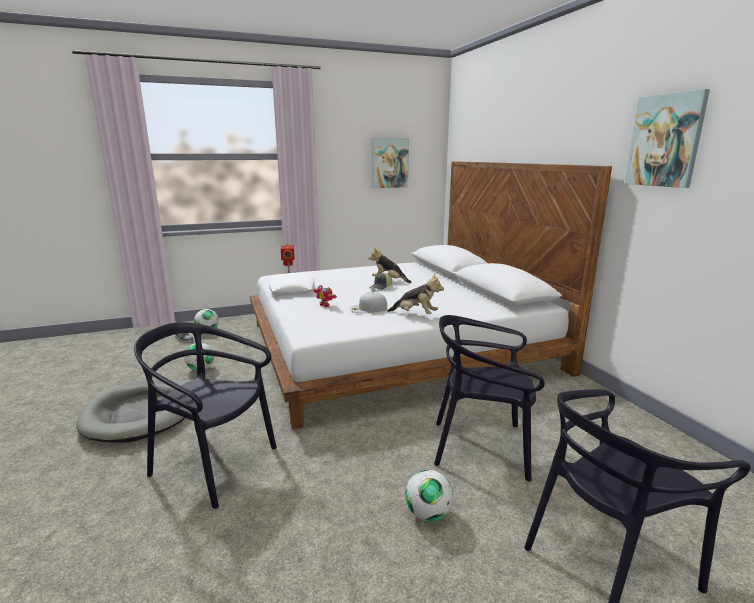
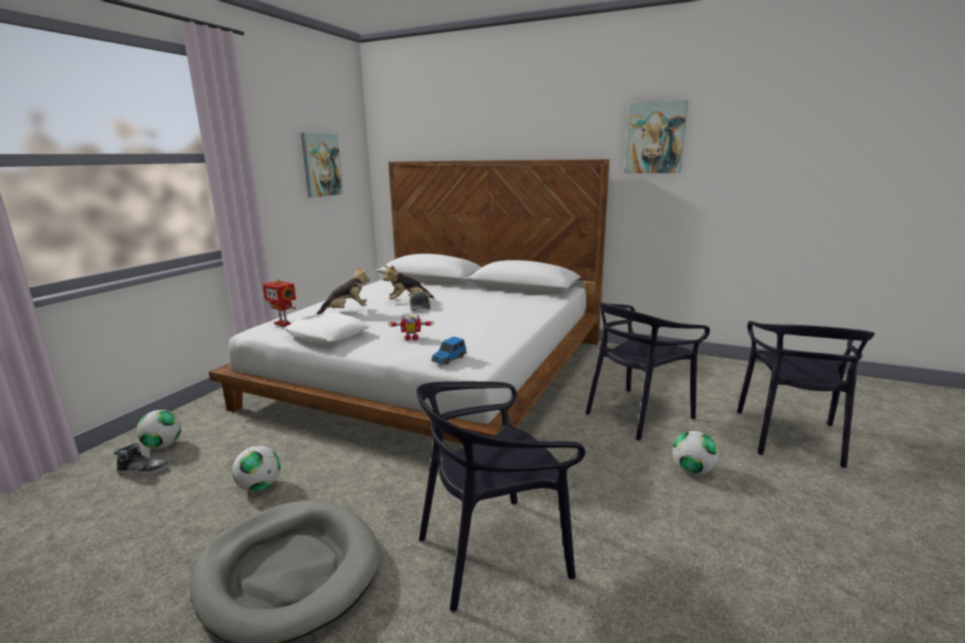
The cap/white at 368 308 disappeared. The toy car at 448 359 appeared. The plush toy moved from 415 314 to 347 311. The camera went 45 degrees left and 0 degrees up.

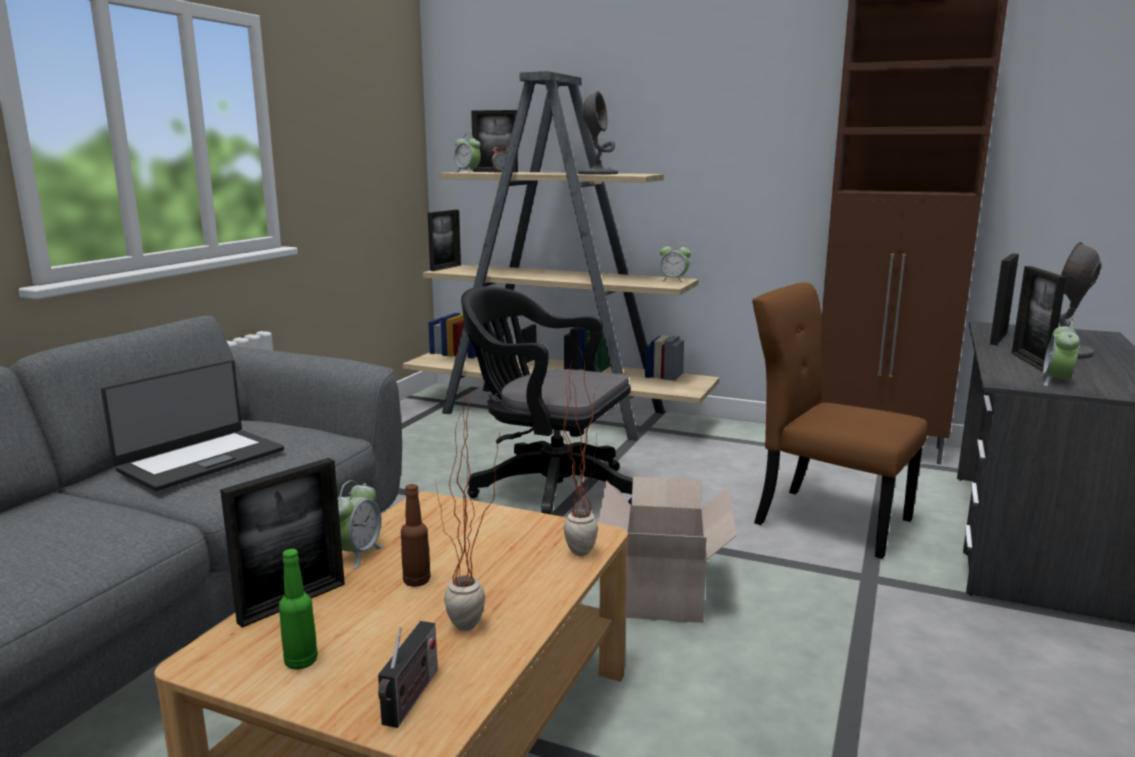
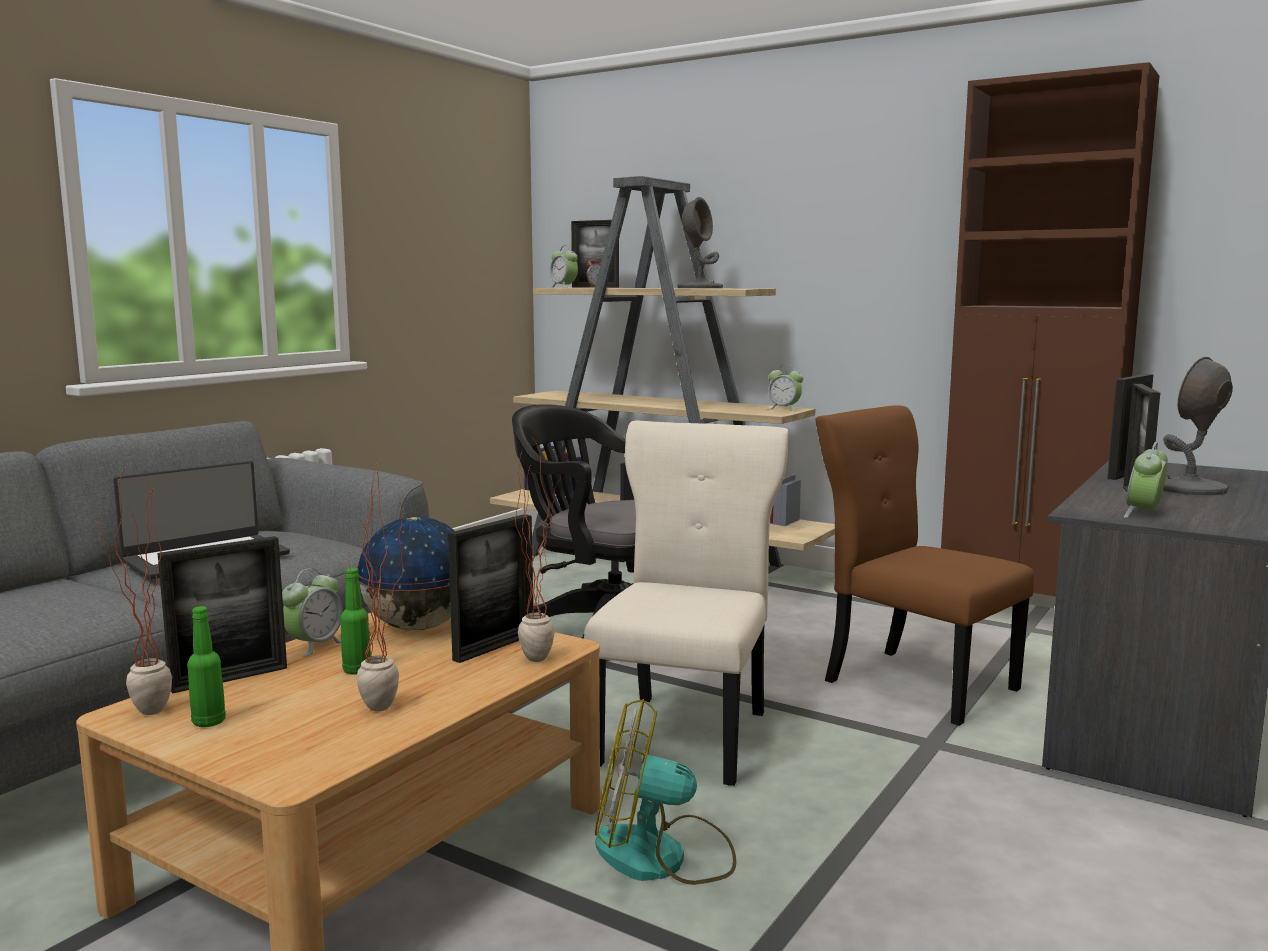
The radio at 410 699 disappeared. The potted plant at 145 717 appeared. The globe at 417 627 appeared. The fan at 662 856 appeared. The picture frame moved from 445 268 to 494 647. The cardboard box at 664 588 was replaced by the chair/beige at 686 734. The bottle/brown at 416 581 became the bottle/green at 357 670. The camera went 10 degrees right and 5 degrees down.

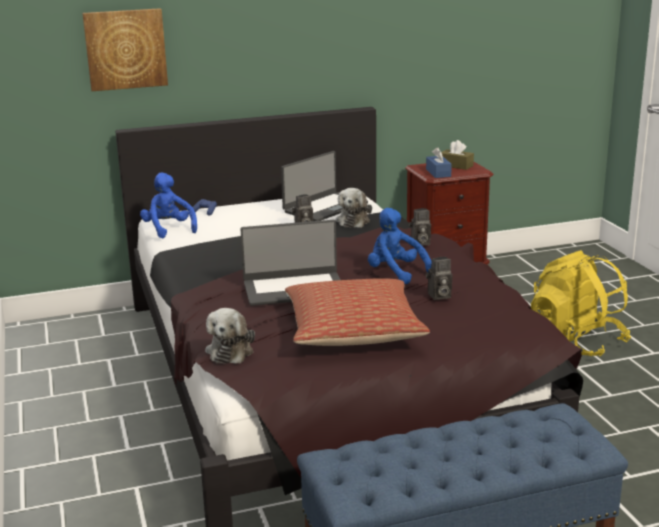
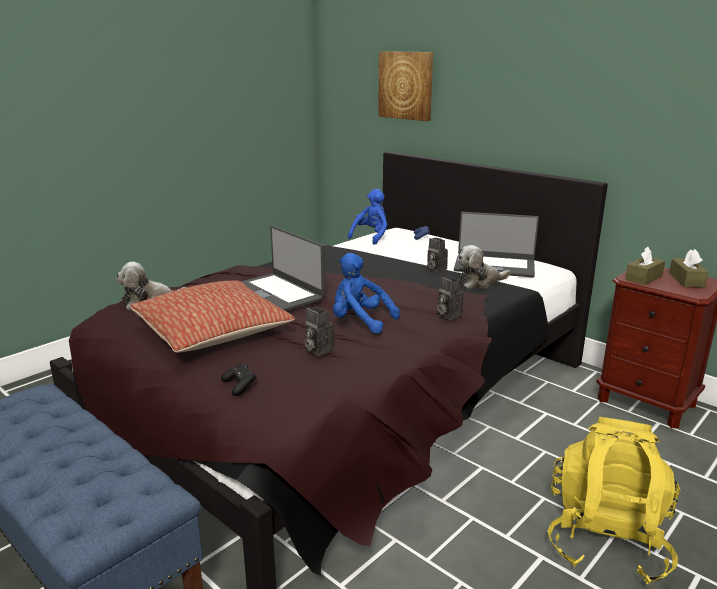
The game controller/black at 240 385 appeared. The tissue box/blue at 438 173 became the tissue box/brown at 643 278. The plush toy/blue at 395 273 turned 75 degrees counterclockwise. The camera went 60 degrees right and 0 degrees up.

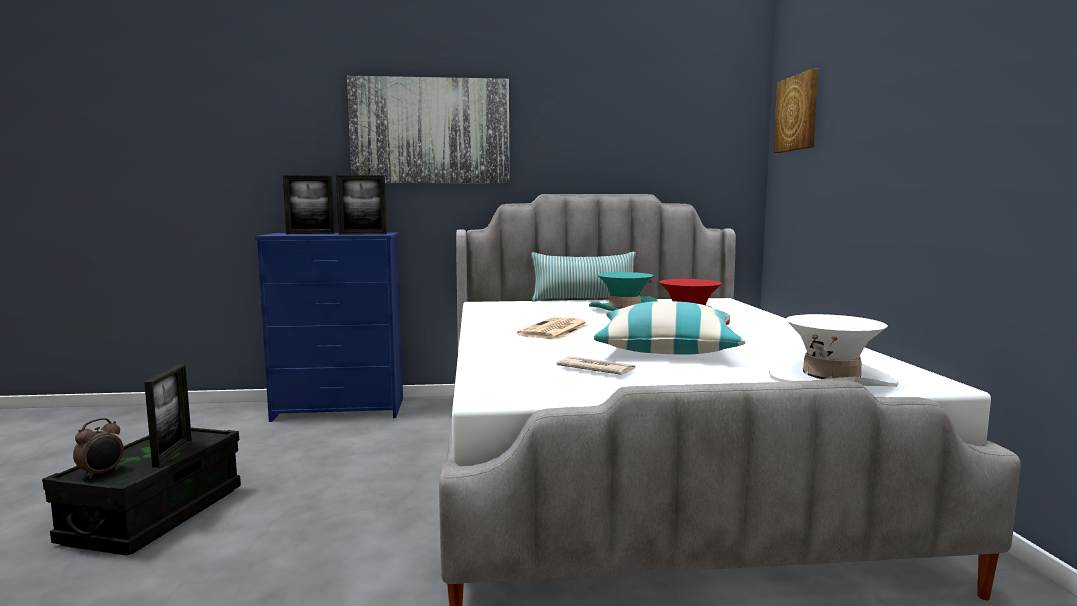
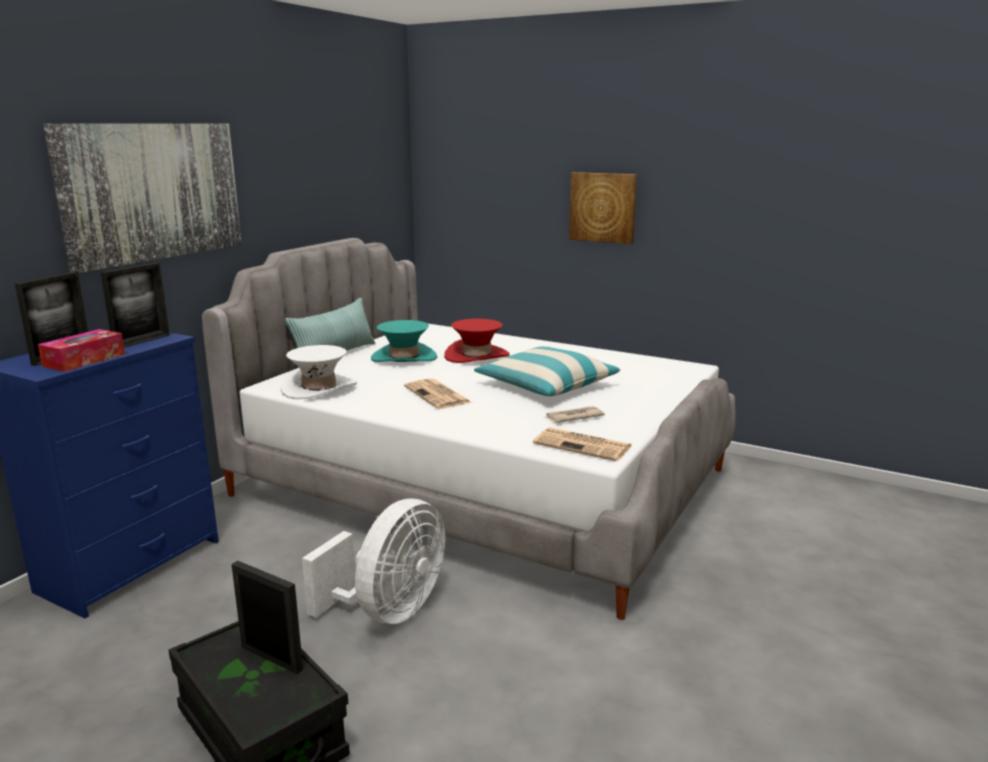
The alarm clock at 102 473 disappeared. The tissue box at 84 360 appeared. The fan/white at 389 611 appeared. The newspaper at 584 445 appeared. The hat/white moved from 831 379 to 319 388. The picture moved from 797 113 to 603 207. The camera went 55 degrees left and 10 degrees up.

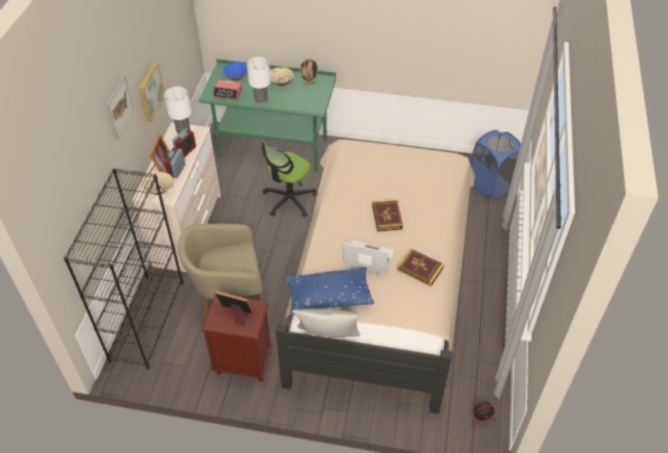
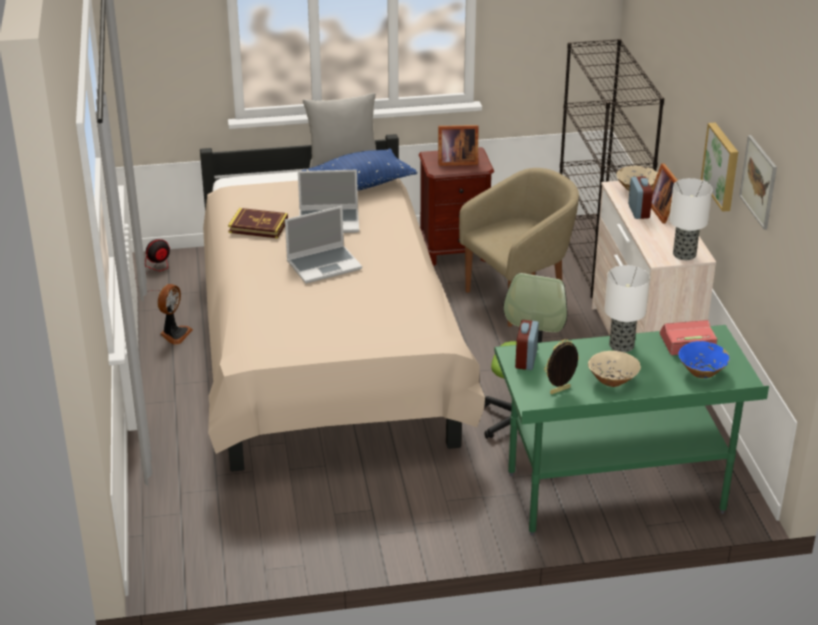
The laundry basket/blue at 491 185 disappeared. The fan at 174 334 appeared. The picture moved from 119 108 to 759 181. The alarm clock moved from 185 151 to 526 360. The book at 387 217 was replaced by the laptop at 324 265. The camera went 160 degrees right and 15 degrees down.

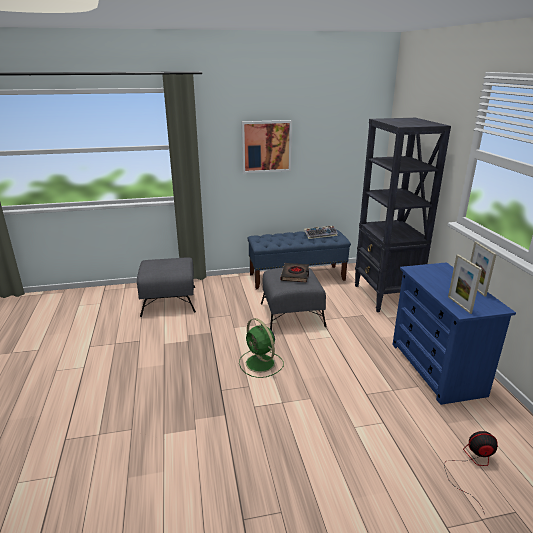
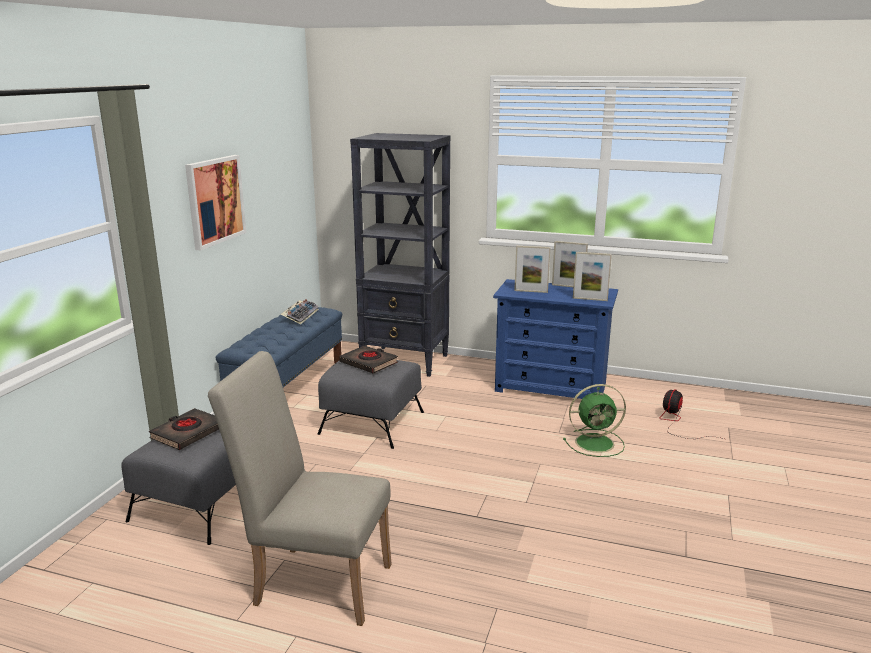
The book/black at 188 433 appeared. The chair/beige at 314 581 appeared. The picture frame at 531 291 appeared. The fan/green moved from 261 364 to 596 443. The camera went 60 degrees left and 5 degrees down.

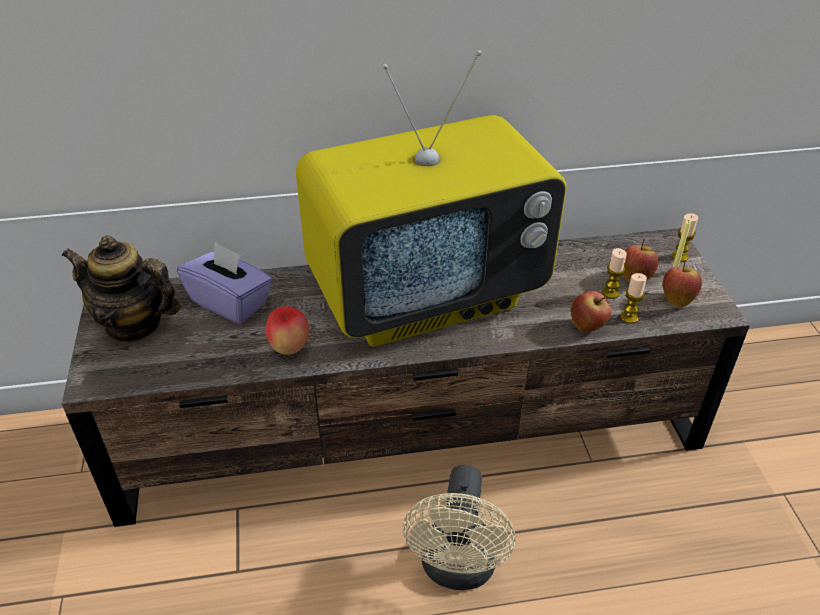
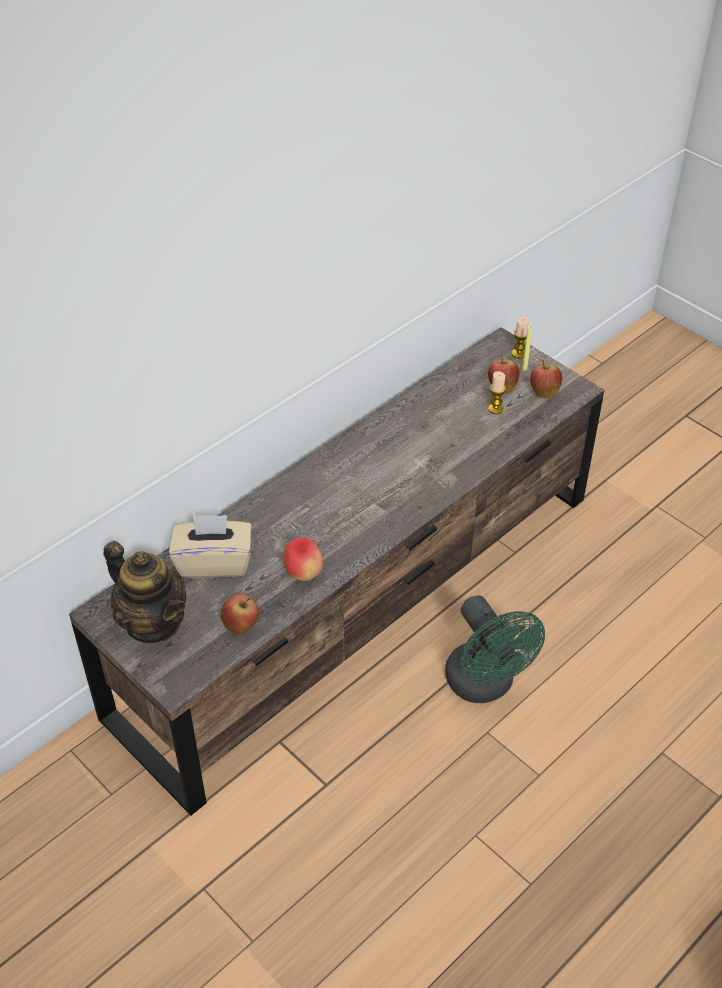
The television at 427 295 disappeared. The candle at 629 317 disappeared. The apple moved from 587 326 to 241 626. The tissue box/purple at 230 302 became the tissue box/beige at 214 562. The fan/beige at 457 569 became the fan/green at 485 685. The teapot at 133 324 turned 120 degrees counterclockwise. The camera went 35 degrees left and 5 degrees up.

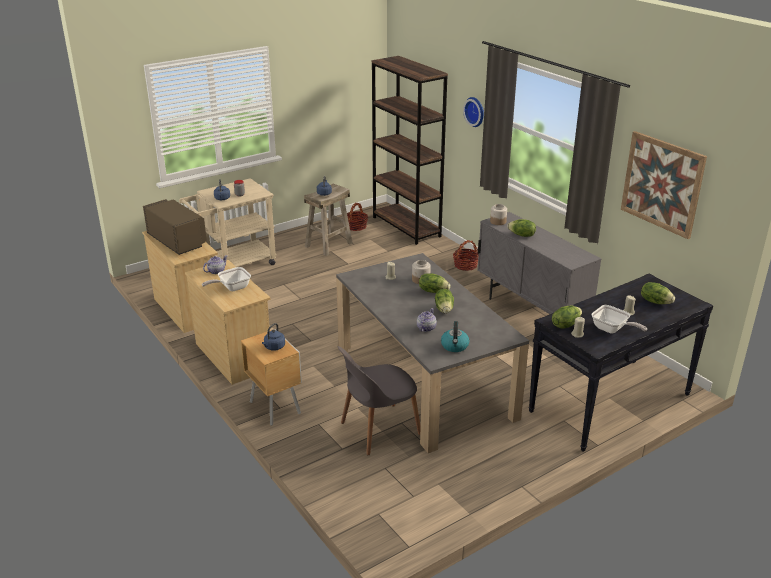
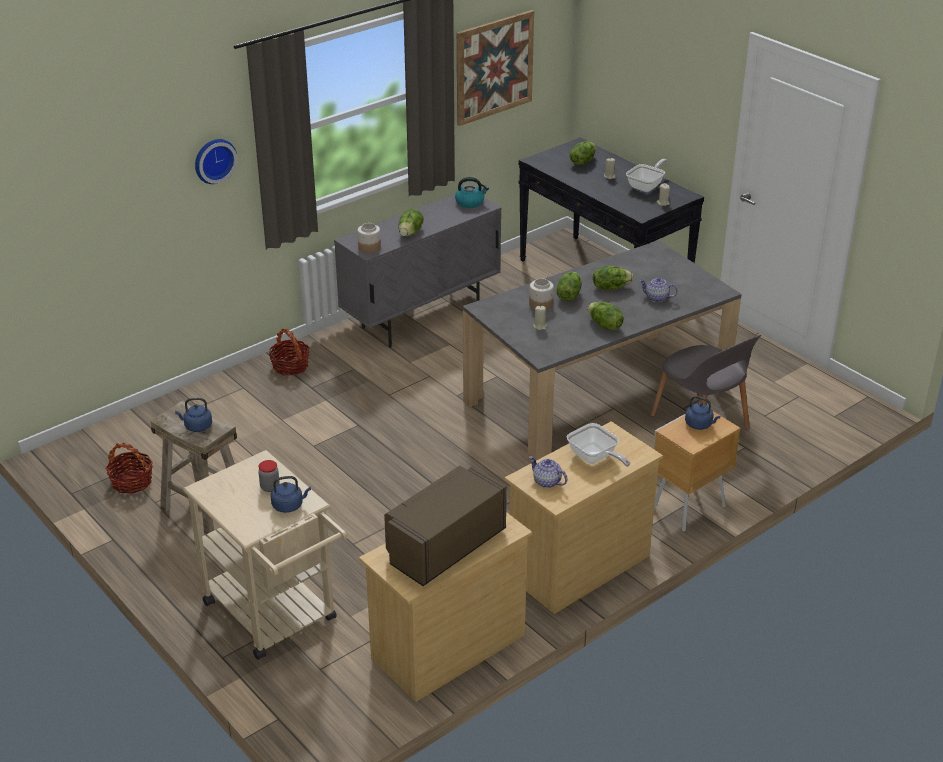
The bookcase/brown at 406 227 disappeared. The kettle moved from 455 346 to 470 202. The lettuce moved from 565 325 to 604 325. The camera went 95 degrees left and 5 degrees up.

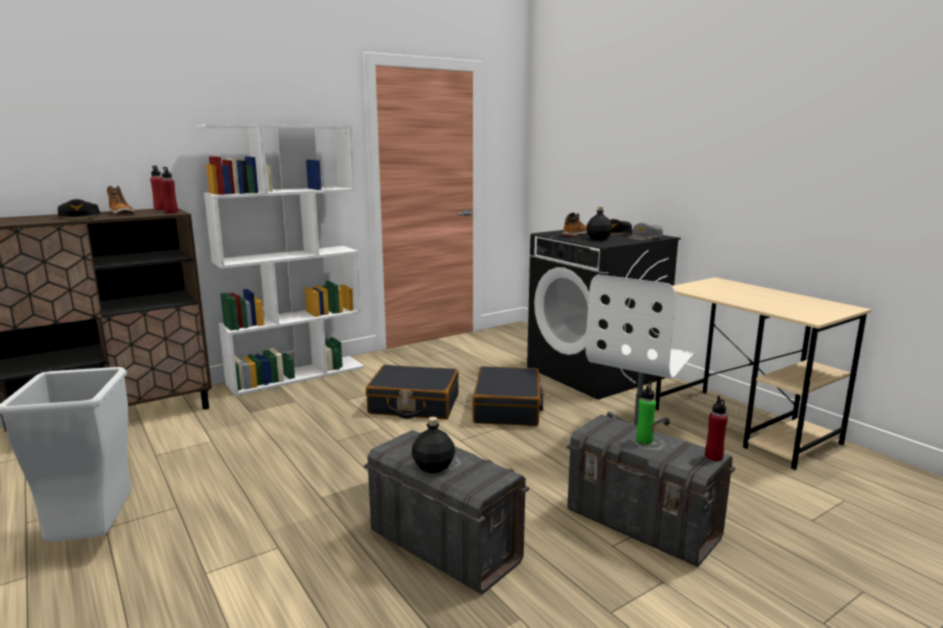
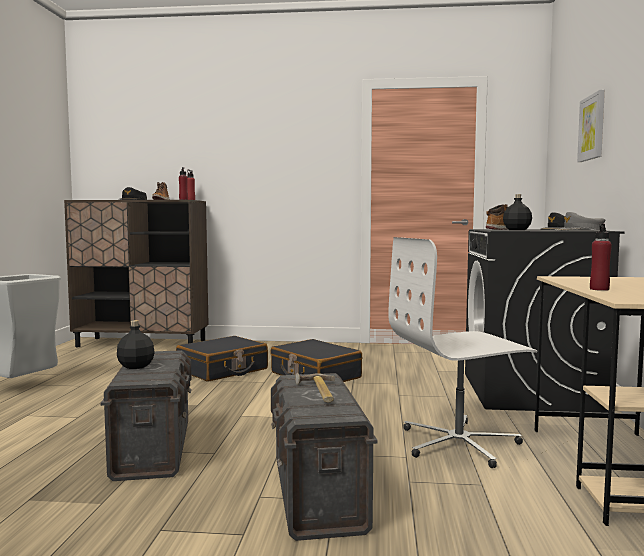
The bookcase/white at 297 375 disappeared. The picture at 592 127 appeared. The suitcase/black moved from 508 408 to 223 370. The bottle/red moved from 713 457 to 599 289. The bottle/green at 644 440 was replaced by the hammer at 318 392. The camera went 40 degrees right and 10 degrees down.

